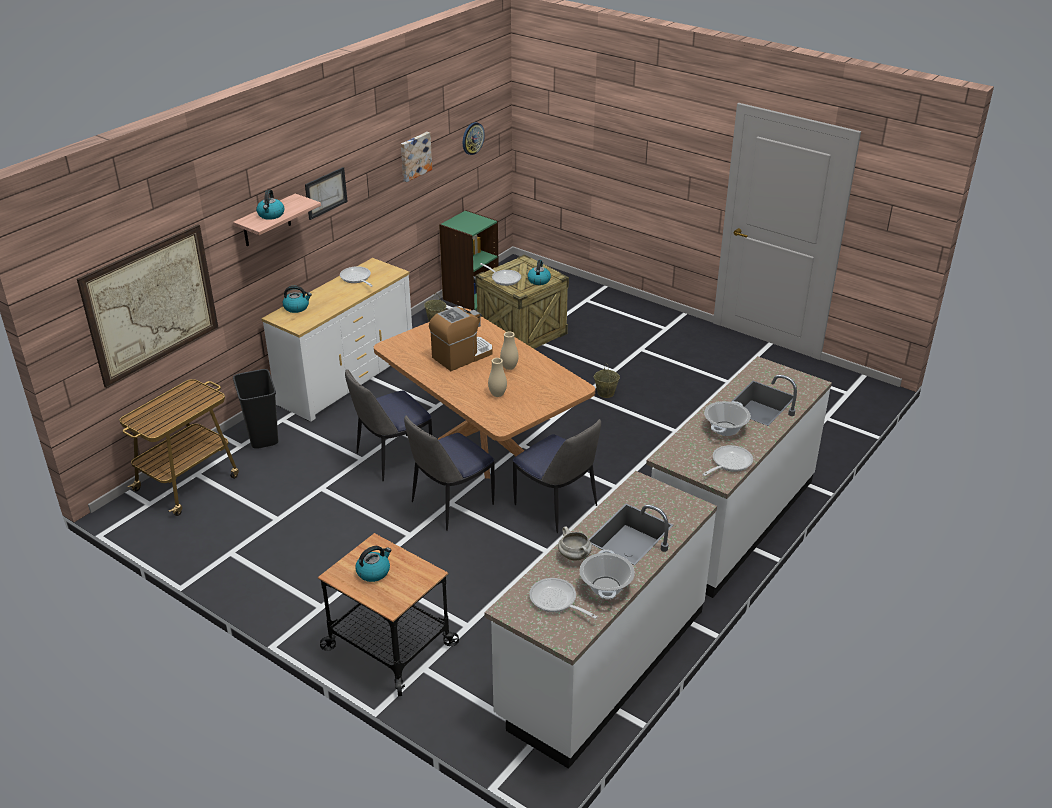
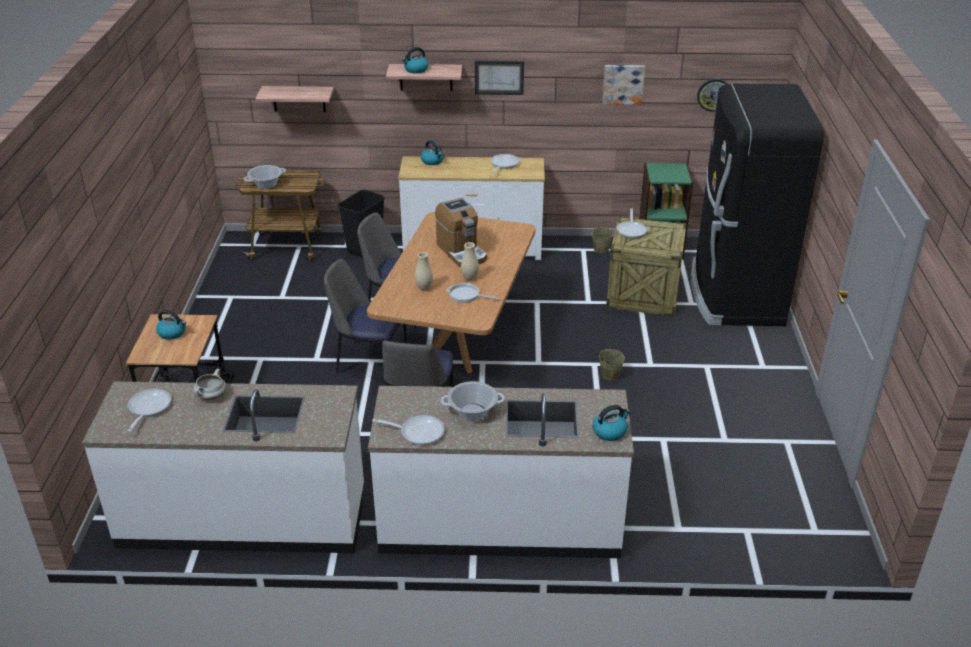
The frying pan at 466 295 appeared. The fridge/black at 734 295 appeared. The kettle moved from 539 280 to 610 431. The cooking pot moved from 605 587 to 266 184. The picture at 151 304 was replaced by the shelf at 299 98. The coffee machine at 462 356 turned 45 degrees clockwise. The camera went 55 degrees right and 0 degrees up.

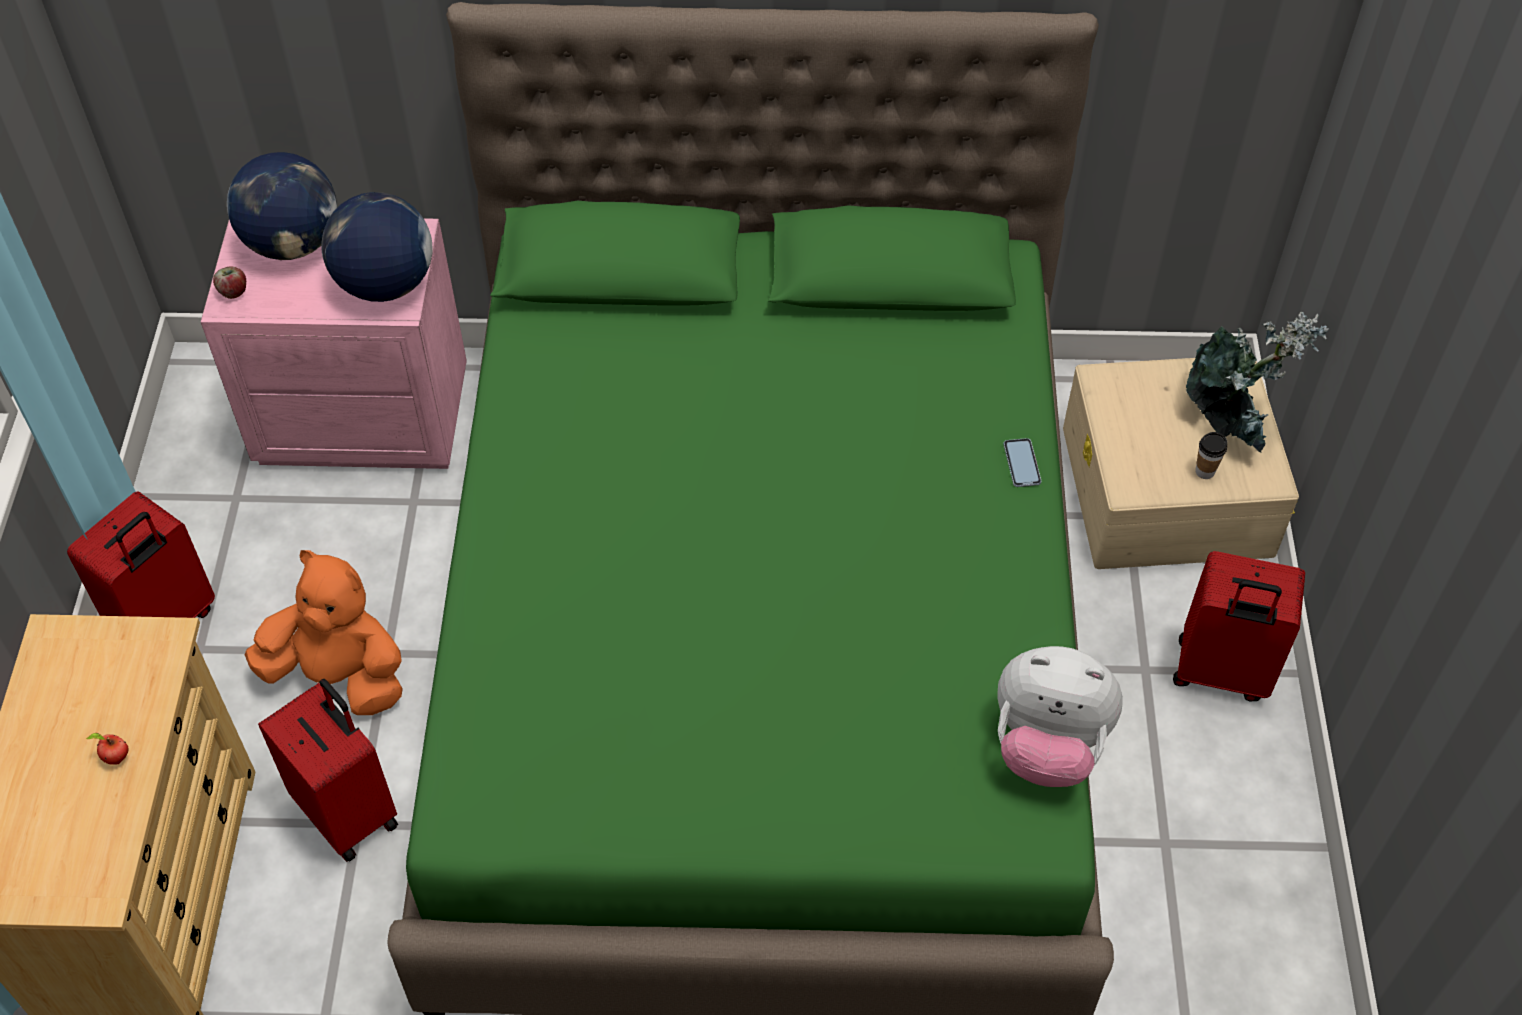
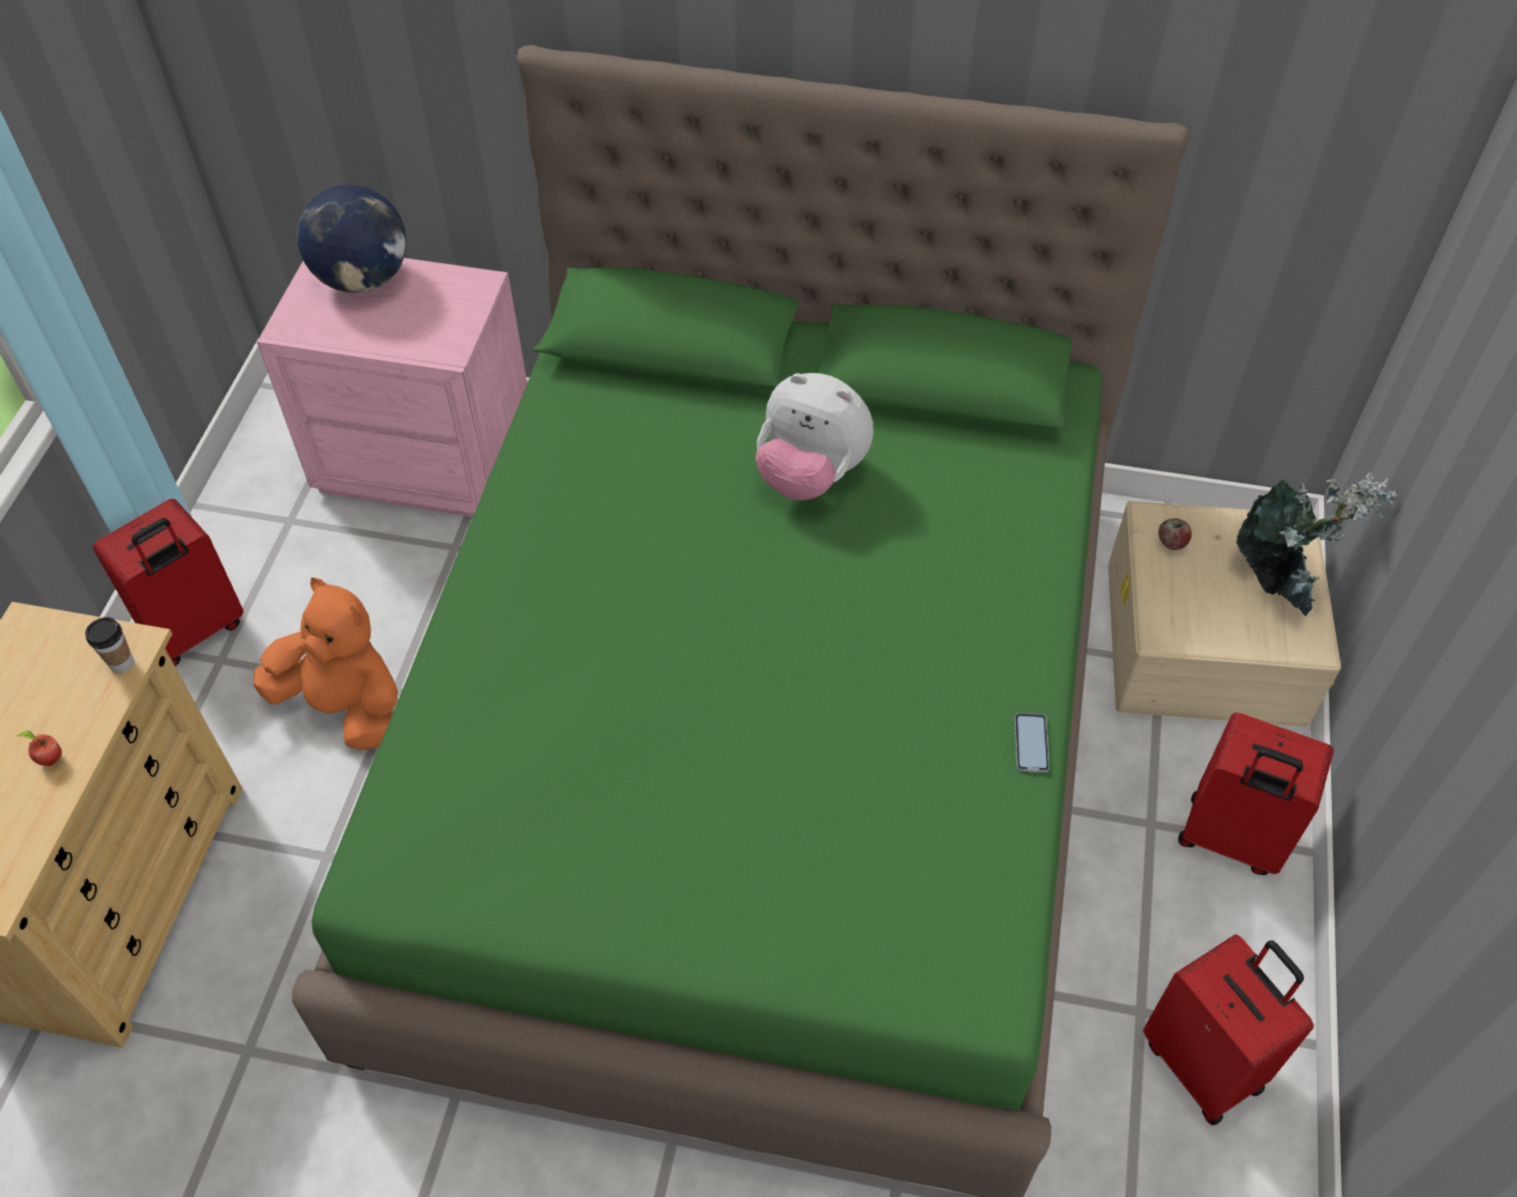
The globe at 385 285 disappeared. The apple moved from 233 292 to 1172 542. The suitcase/red moved from 349 811 to 1204 1063. The plush toy moved from 1047 746 to 810 475. The phone moved from 1022 463 to 1031 743. The cup moved from 1204 471 to 121 663. The camera went 10 degrees right and 0 degrees up.

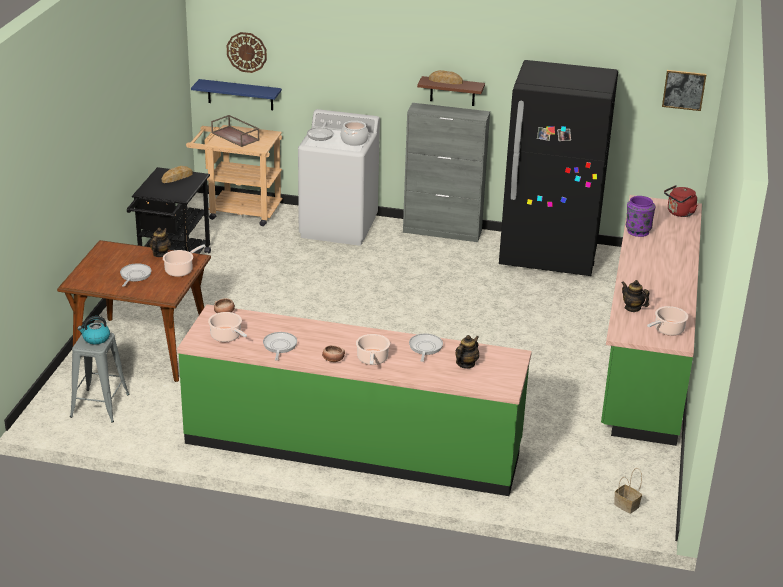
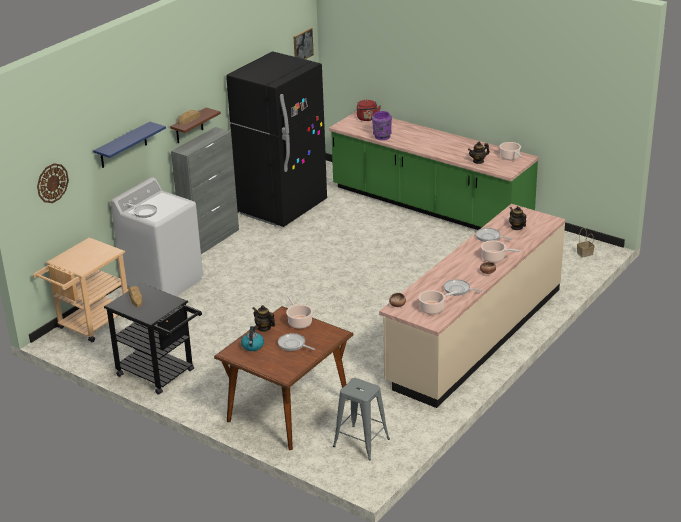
The tray/brown at 236 136 disappeared. The cooking pot at 354 141 disappeared. The kettle moved from 96 339 to 253 346. The shelf/blue moved from 240 95 to 123 145. The counter/green at 353 444 became the counter/beige at 475 335. The camera went 65 degrees left and 0 degrees up.

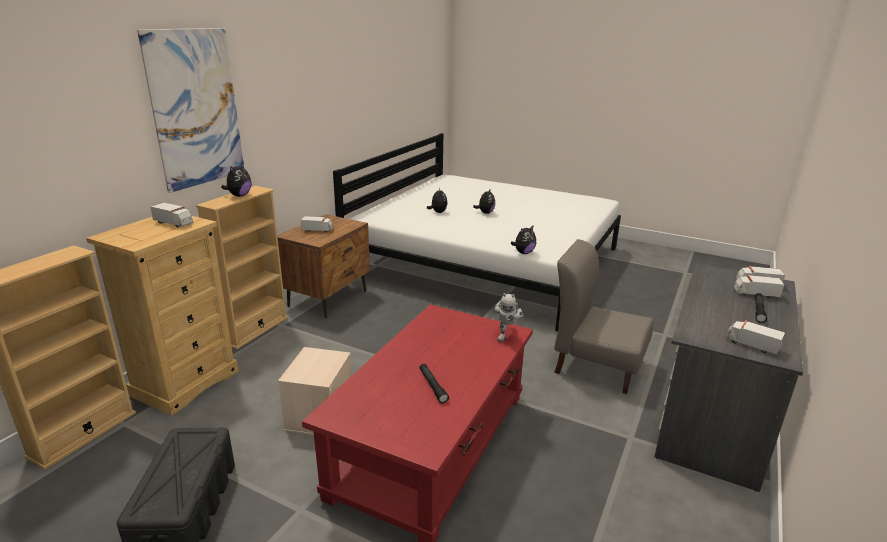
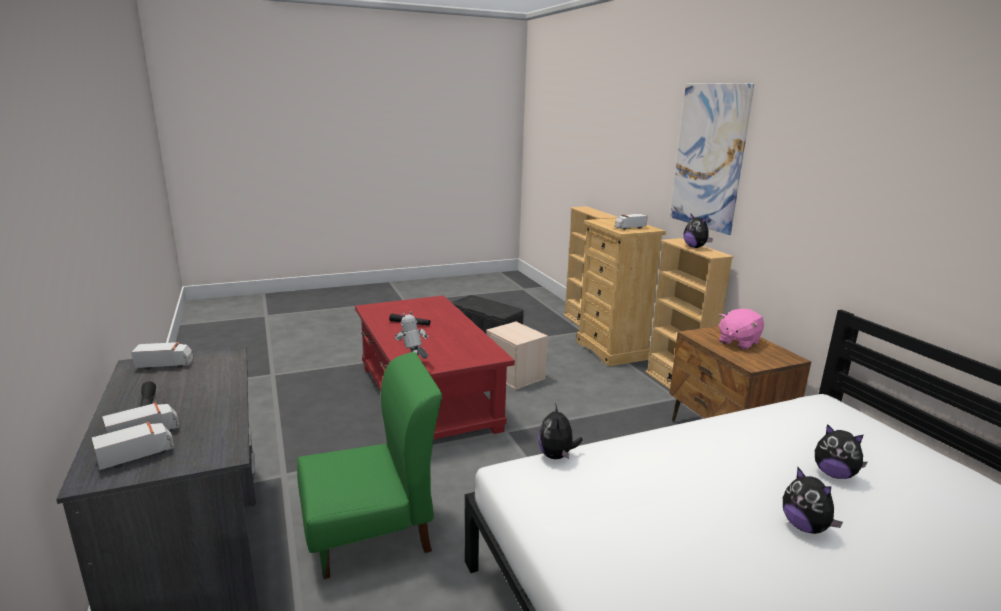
The toy truck at 318 230 was replaced by the plush toy/pink at 738 342. The chair/grey at 596 366 became the chair/green at 370 534. The camera went 130 degrees right and 5 degrees down.

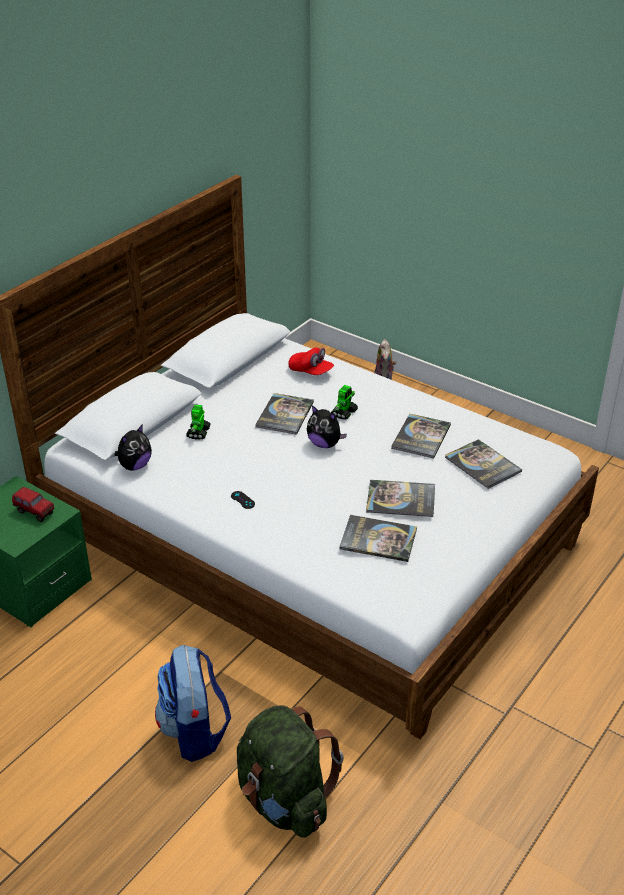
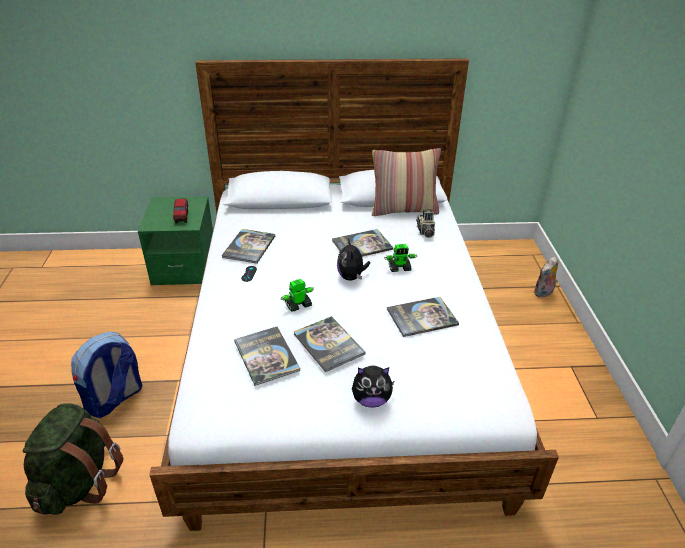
The pillow at 403 210 appeared. The plush toy moved from 134 466 to 371 400. The toy robot moved from 198 433 to 298 305. The book moved from 482 465 to 249 247. The cap/red at 311 371 was replaced by the photo camera at 425 232. The camera went 50 degrees right and 0 degrees up.

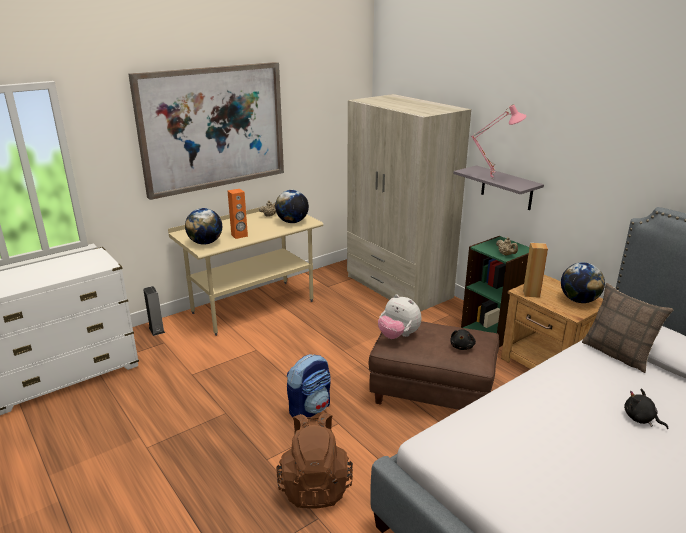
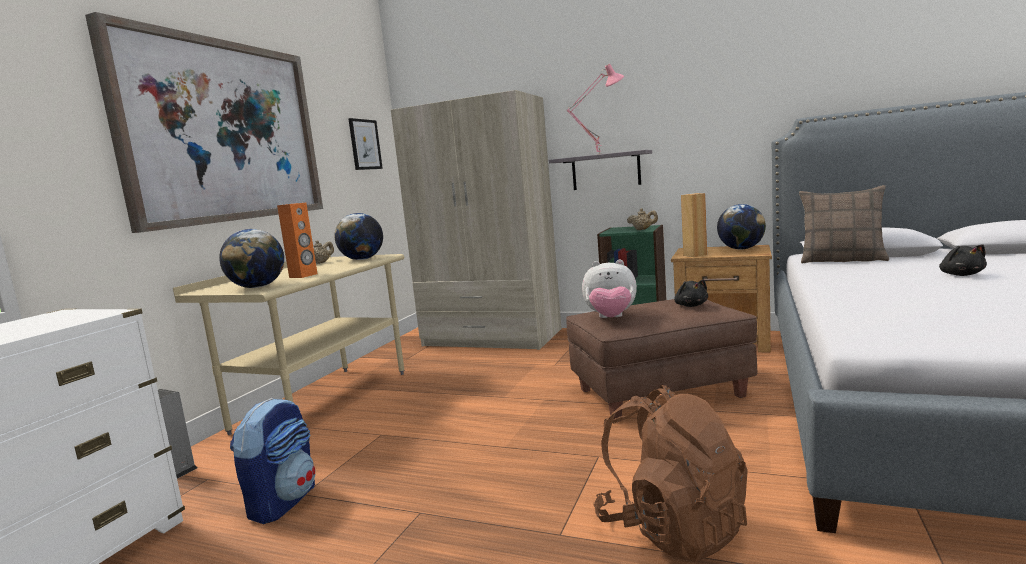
The picture at 365 144 appeared. The backpack moved from 310 409 to 283 502. The plush toy/black at 640 419 turned 105 degrees counterclockwise. The camera went 30 degrees left and 15 degrees down.

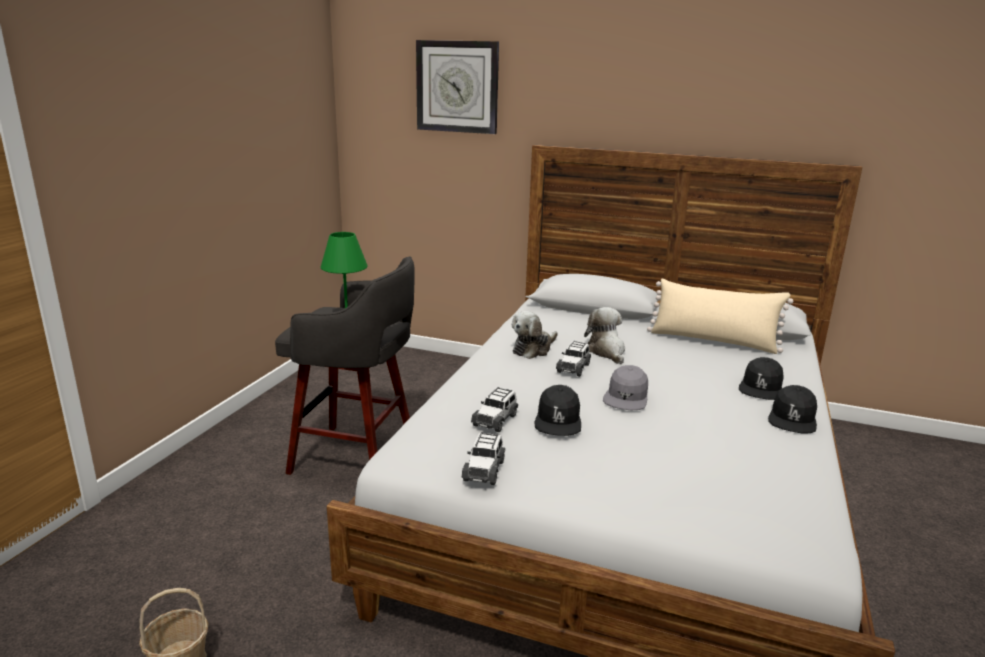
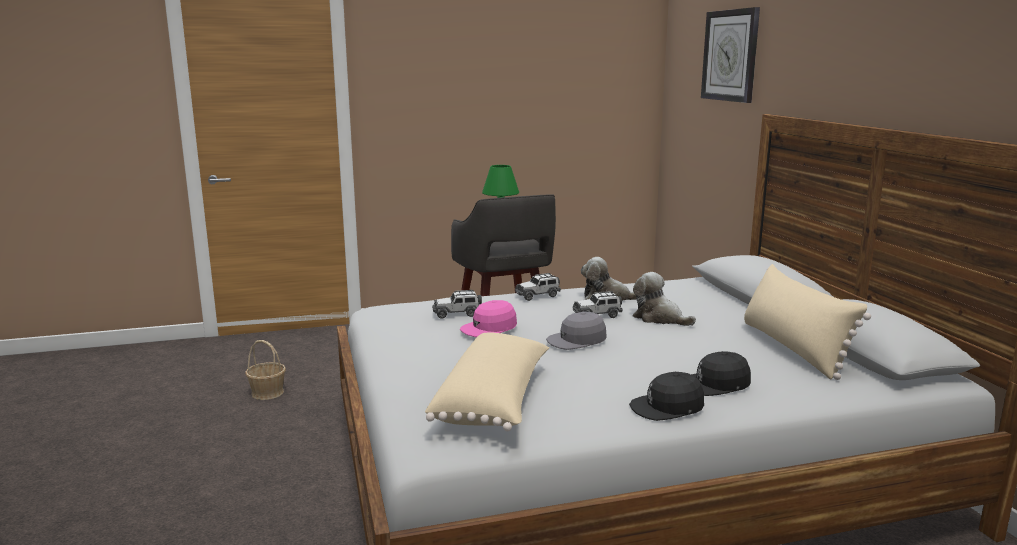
The pillow/beige at 495 401 appeared. The toy car moved from 484 470 to 538 295. The cap/black at 558 420 became the cap/pink at 489 328. The plush toy at 607 351 turned 90 degrees counterclockwise. The camera went 55 degrees right and 5 degrees down.

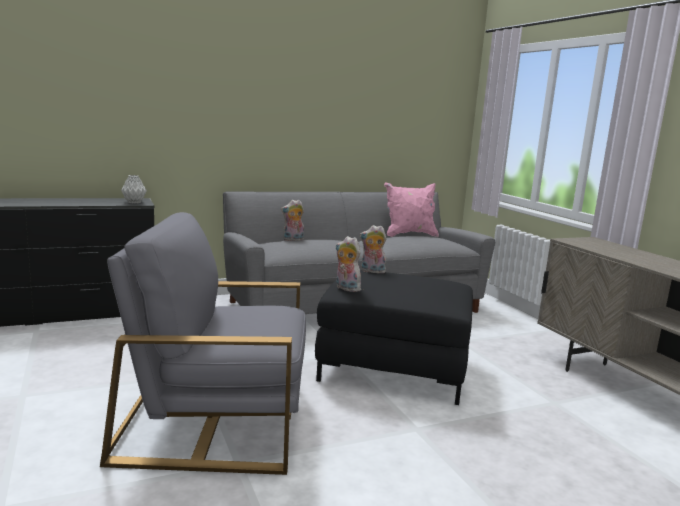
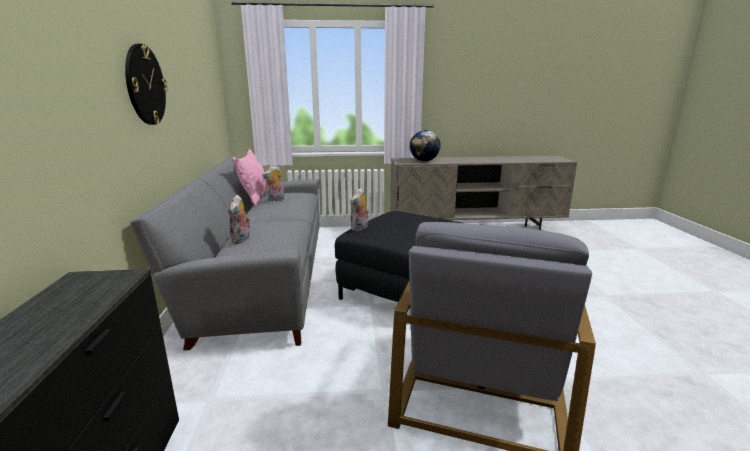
The vase/grey at 134 202 disappeared. The wall clock at 145 85 appeared. The globe at 424 161 appeared. The plush toy moved from 346 288 to 275 200. The camera went 70 degrees left and 5 degrees up.

